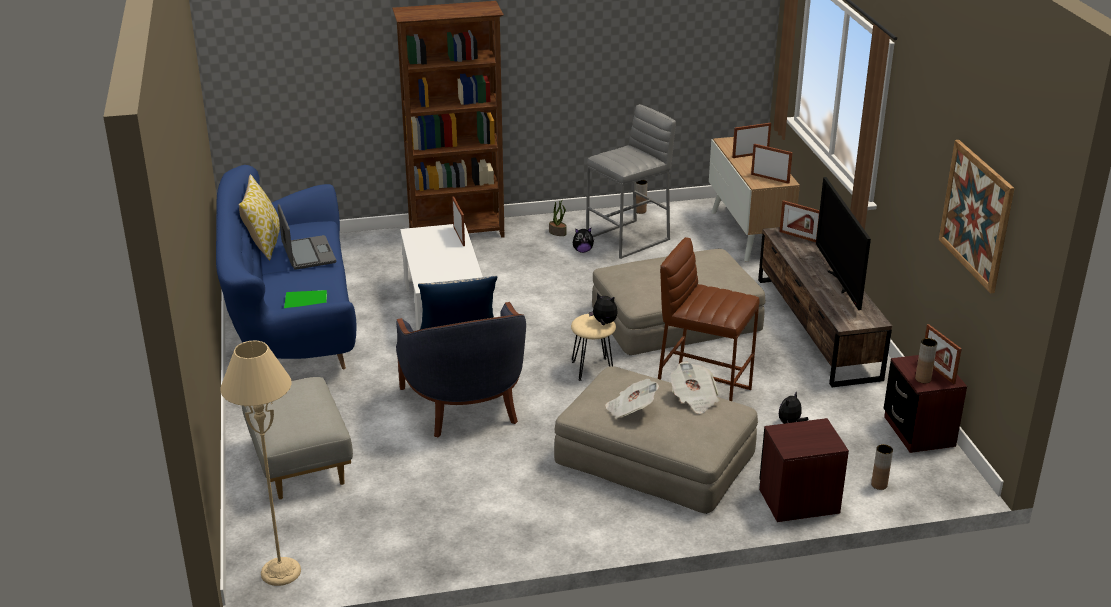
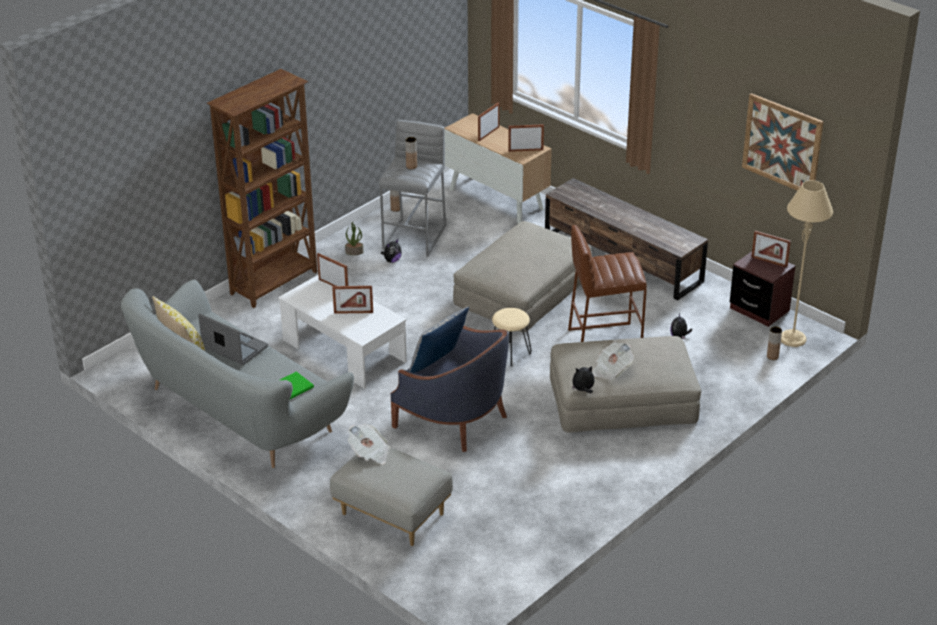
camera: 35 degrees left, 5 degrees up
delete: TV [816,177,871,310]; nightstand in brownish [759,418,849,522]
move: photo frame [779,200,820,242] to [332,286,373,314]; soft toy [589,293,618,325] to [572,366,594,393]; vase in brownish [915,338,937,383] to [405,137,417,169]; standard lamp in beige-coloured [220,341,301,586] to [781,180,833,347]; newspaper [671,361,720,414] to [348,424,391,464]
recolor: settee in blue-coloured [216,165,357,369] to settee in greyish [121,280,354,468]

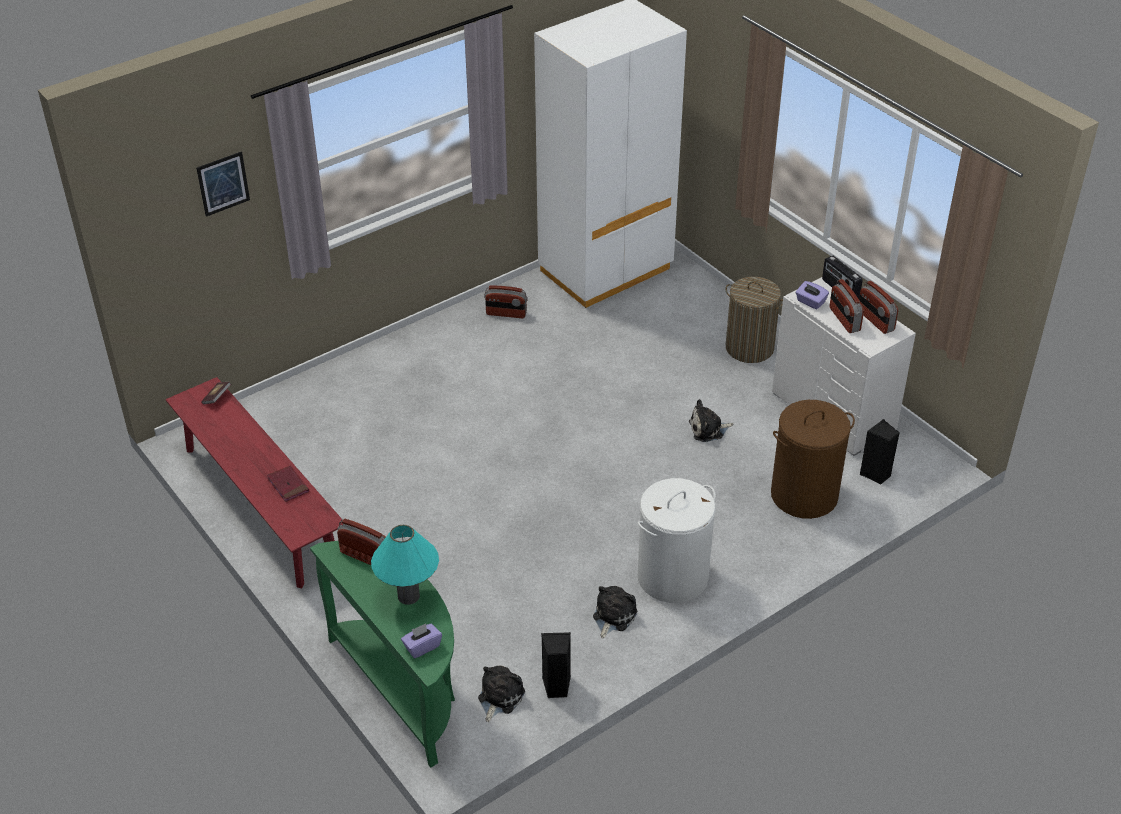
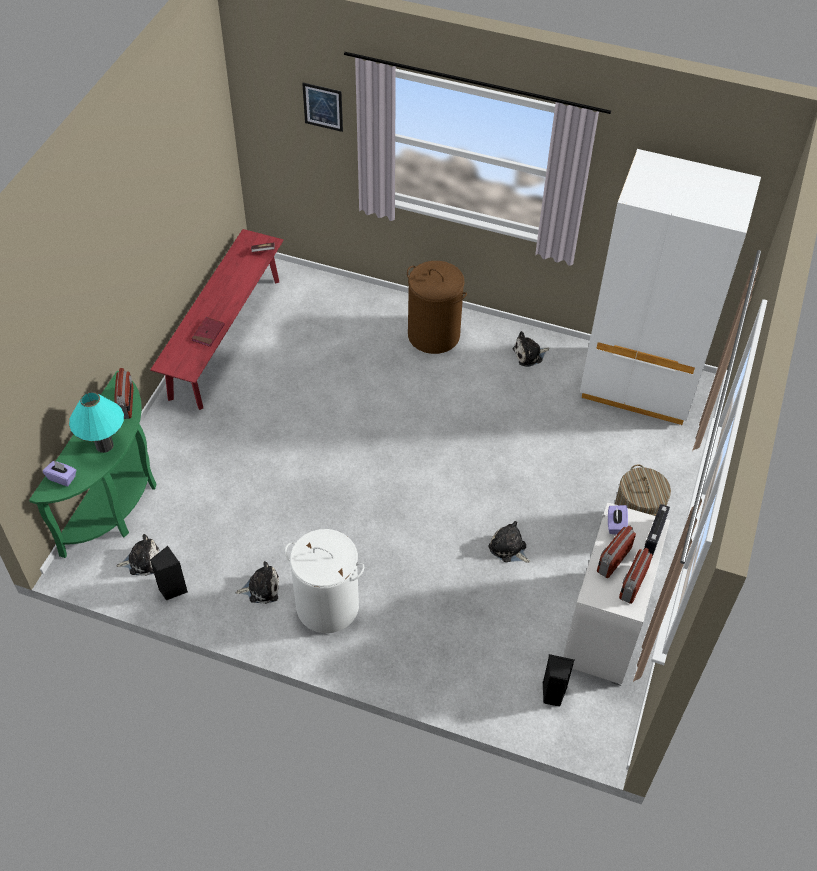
camera: 55 degrees right, 10 degrees up
move: laundry basket in brownish [771,400,855,519] to [407,261,467,354]
replace: radio [484,286,528,319] to soft toy [513,331,549,367]

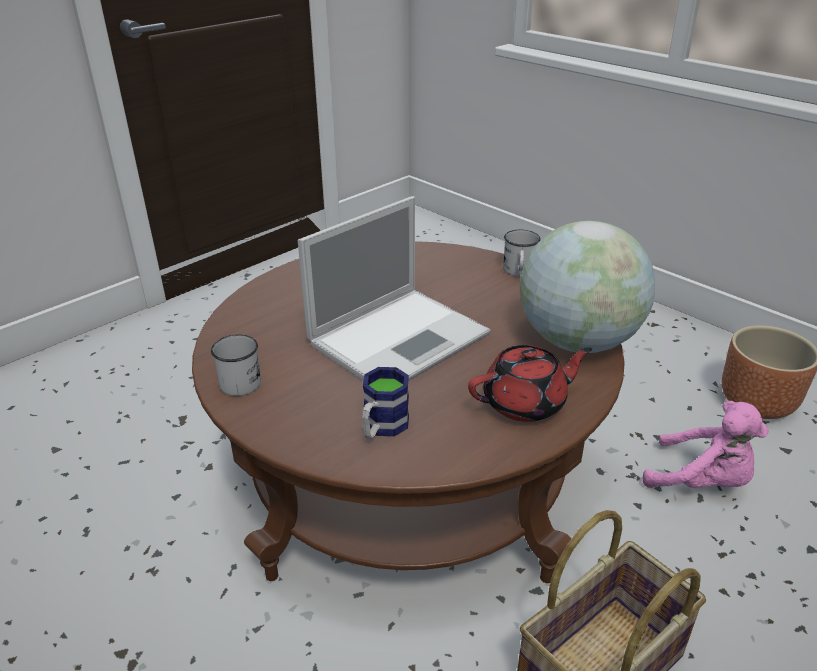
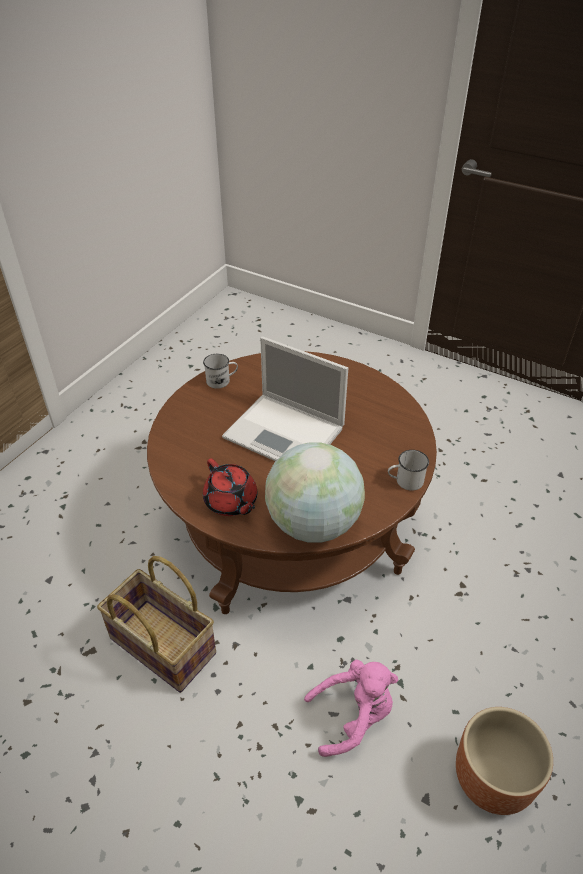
camera: 75 degrees right, 10 degrees up
delete: mug [362,367,409,439]
rotate: soft toy in pink-coloured [643,401,769,488] = [304,660,398,757] 120 degrees counterclockwise

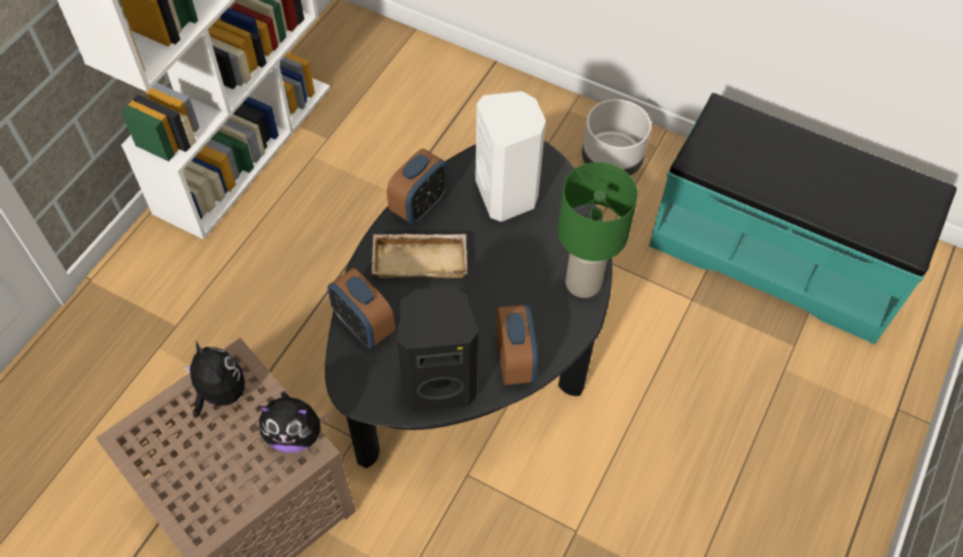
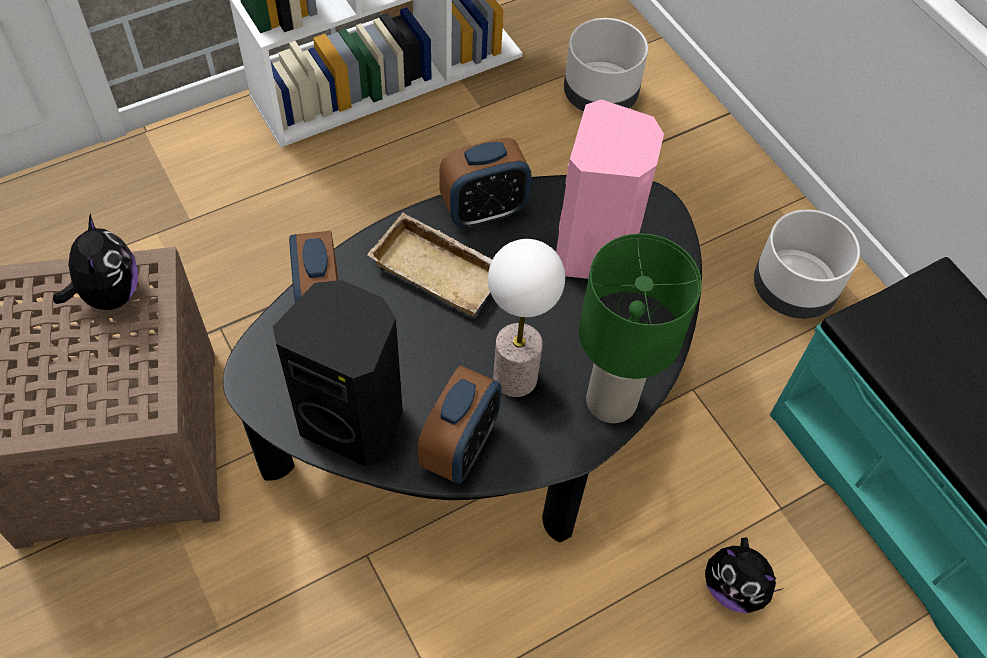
camera: 30 degrees right, 0 degrees up
insert: flower pot in greyish [564,18,648,112]; table lamp [488,239,565,397]
move: soft toy [259,391,328,453] to [705,538,784,613]
recolor: speaker in whitish [475,91,546,222] to speaker in pink-coloured [556,99,664,279]

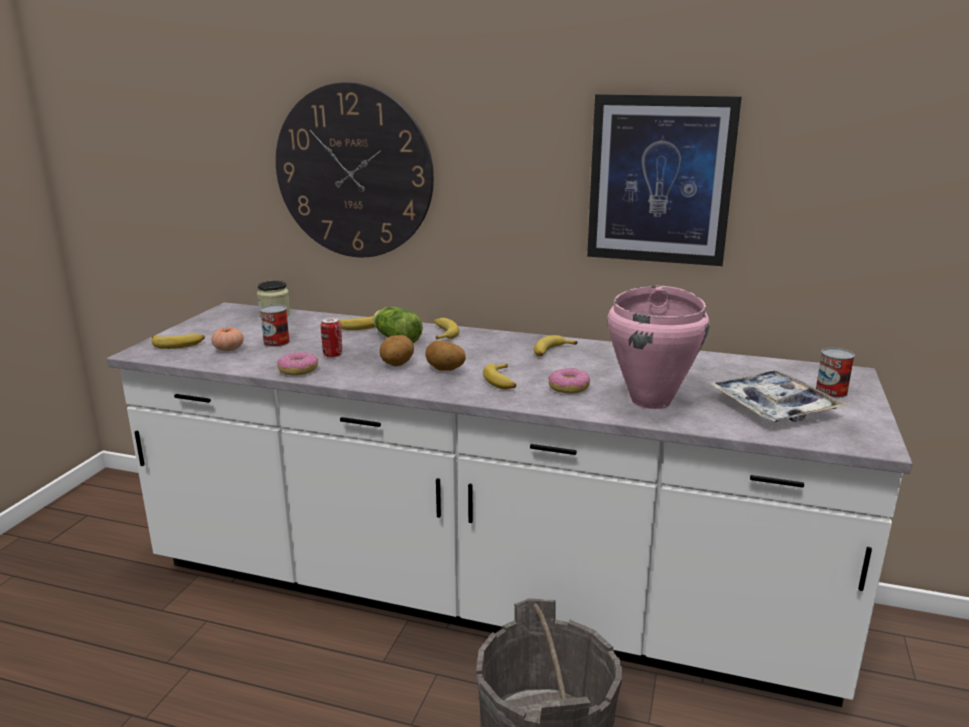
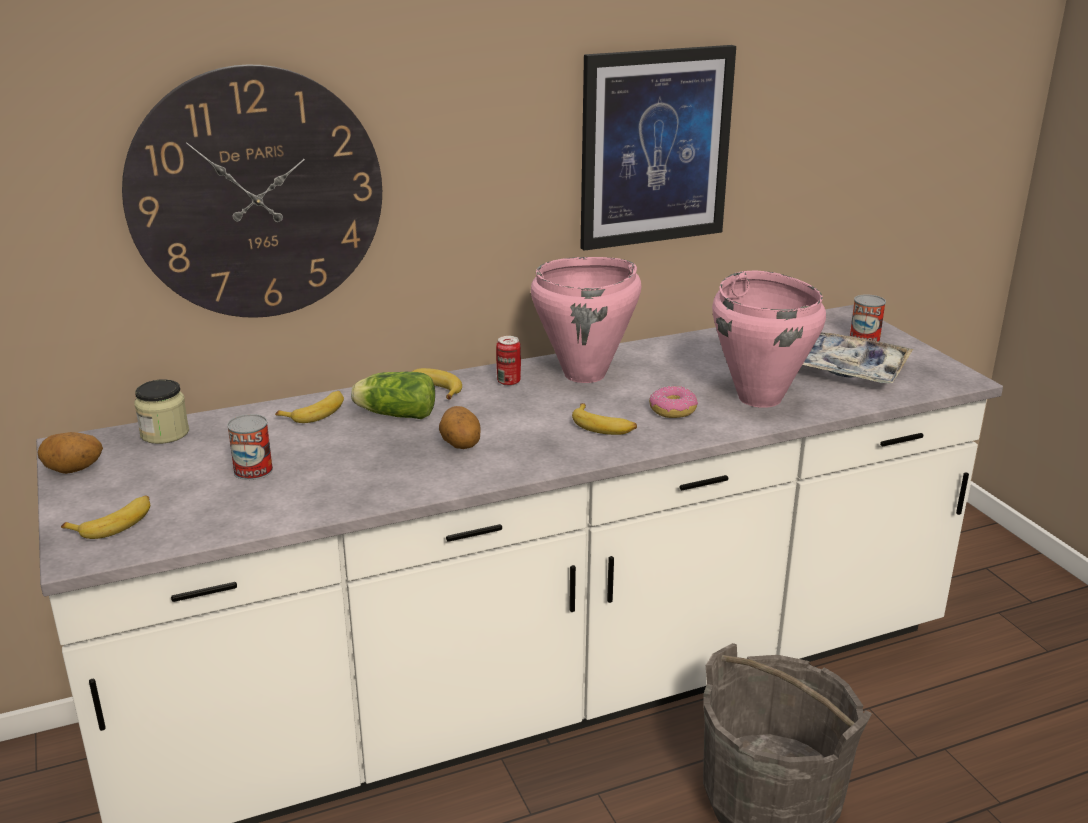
camera: 40 degrees left, 5 degrees up
delete: whole tomato [211,327,244,351]; donut [277,352,318,376]
move: can [321,317,342,358] to [496,336,521,386]; whole potato [426,341,466,371] to [37,432,103,474]
replace: whole banana [534,335,578,356] to cooking pot in pink-coloured [531,257,641,383]

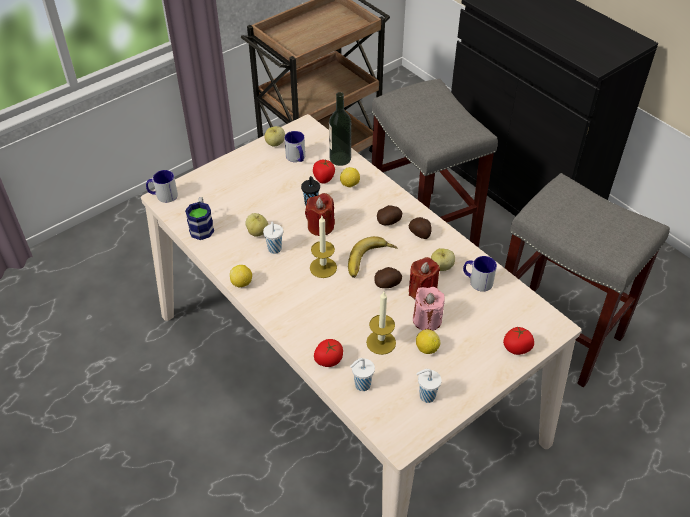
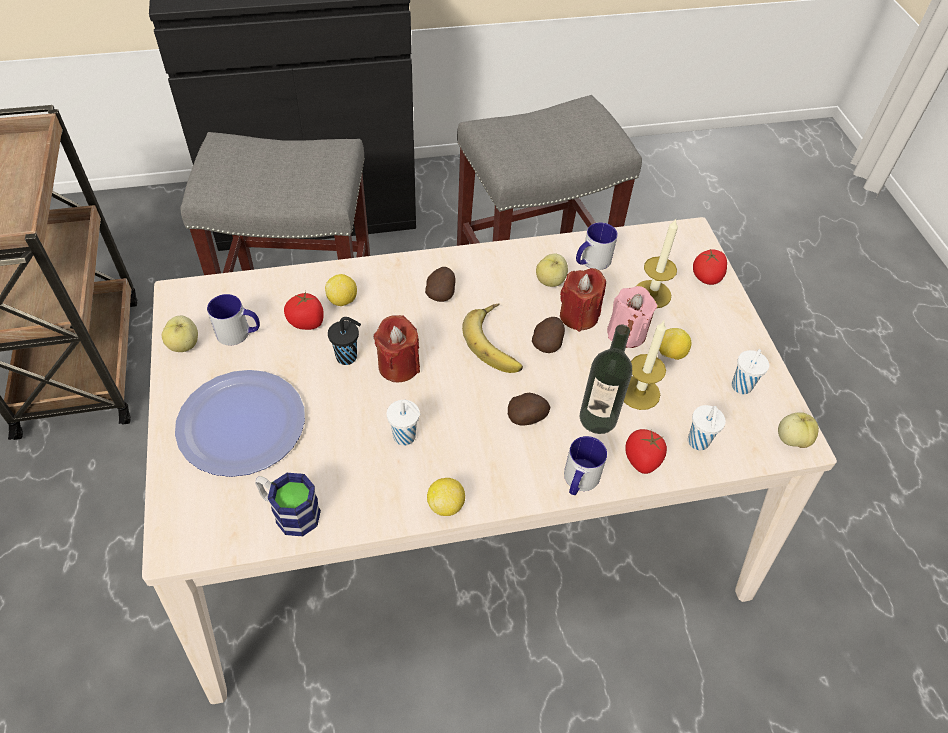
camera: 65 degrees left, 5 degrees up
insert: dinner plate [175,370,305,477]
move: beverage bottle [329,92,351,166] to [580,325,632,434]; mug [146,170,178,203] to [564,436,607,495]; apple [245,213,268,237] to [778,412,819,448]; wax candle [310,216,337,278] to [637,219,678,308]; whole potato [409,217,432,239] to [508,393,550,426]

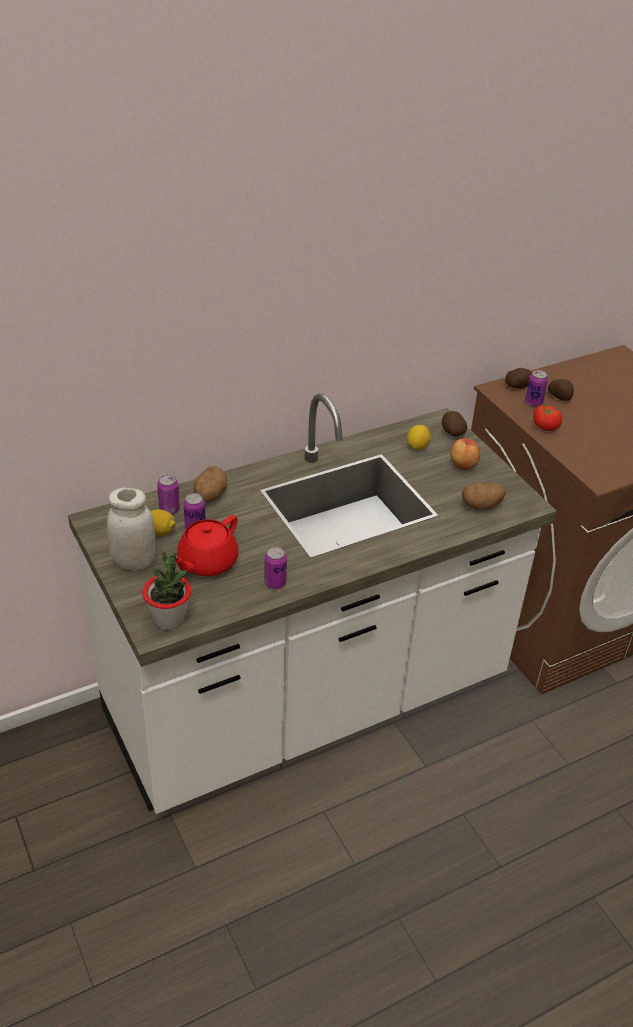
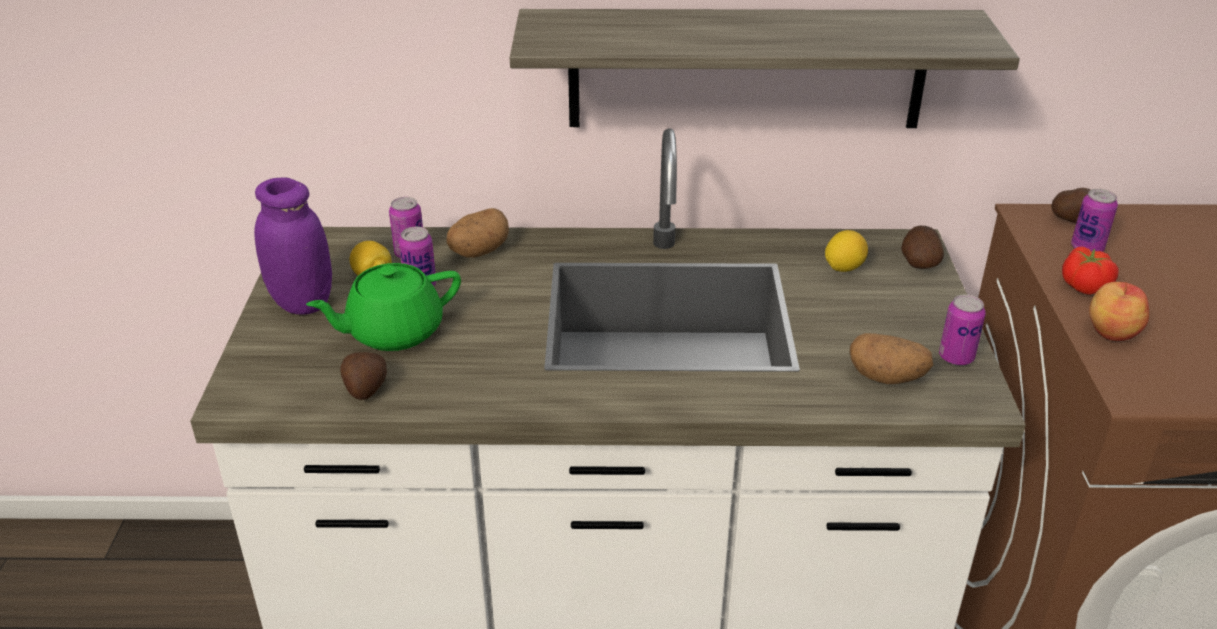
camera: 30 degrees right, 5 degrees down
delete: houseplant [142,551,191,630]
insert: bracket shelf [510,9,1020,128]
move: whole potato [548,379,574,401] to [340,352,387,400]; apple [450,438,480,470] to [1089,282,1149,341]; can [264,546,287,589] to [939,294,986,366]
recolor: storage jar in whitish [107,487,155,571] to storage jar in purple-coloured [254,177,332,315]; pot for tea in red-coloured [176,515,238,576] to pot for tea in green-coloured [306,263,461,351]

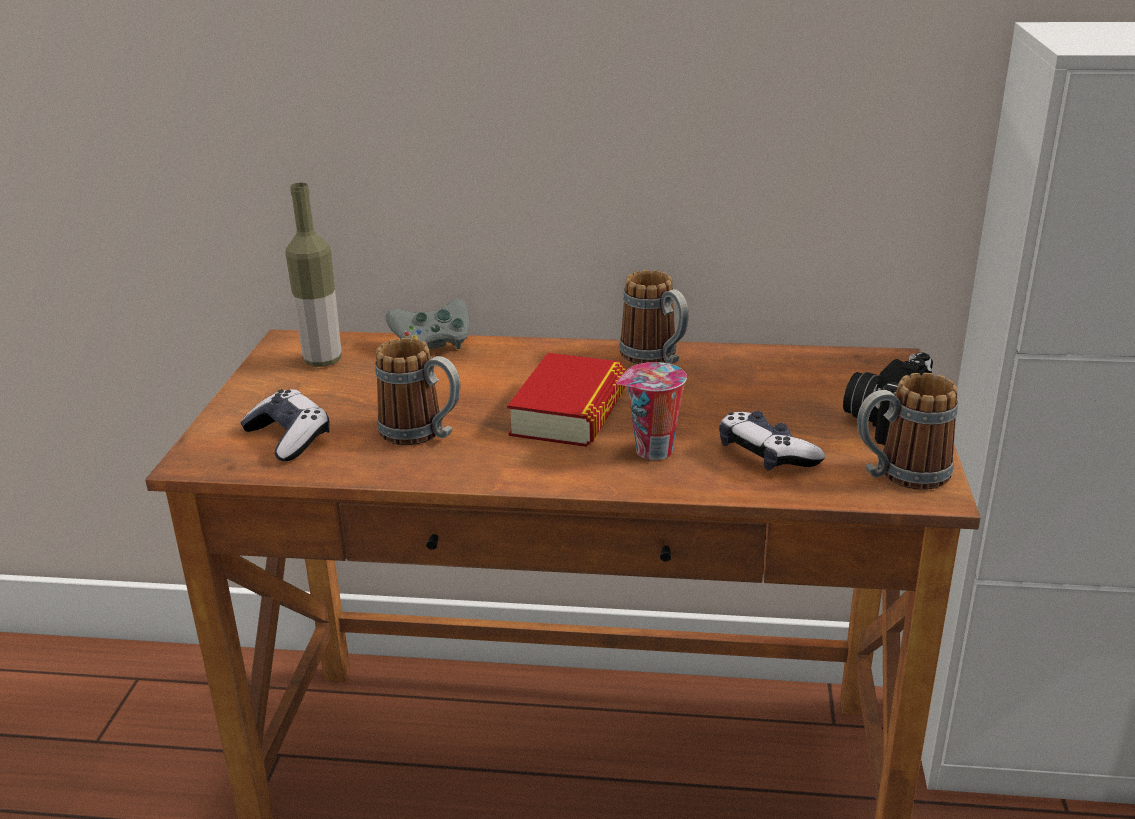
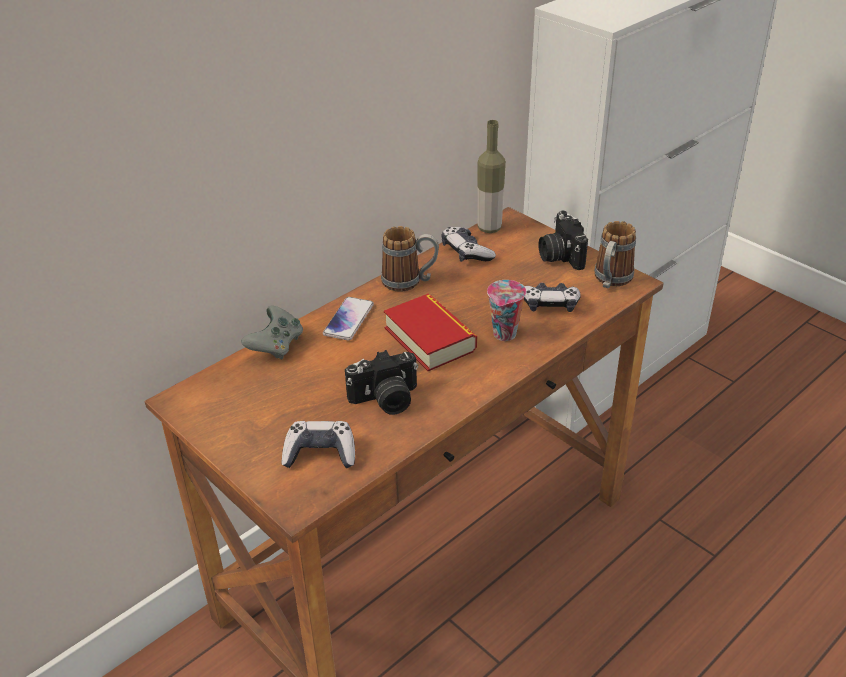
camera: 50 degrees left, 10 degrees up
insert: joypad [442,227,496,262]; telephone [323,297,374,341]
move: beverage bottle [285,183,342,367] to [477,120,506,233]
replace: mug [375,338,460,445] to photo camera [345,350,418,415]

